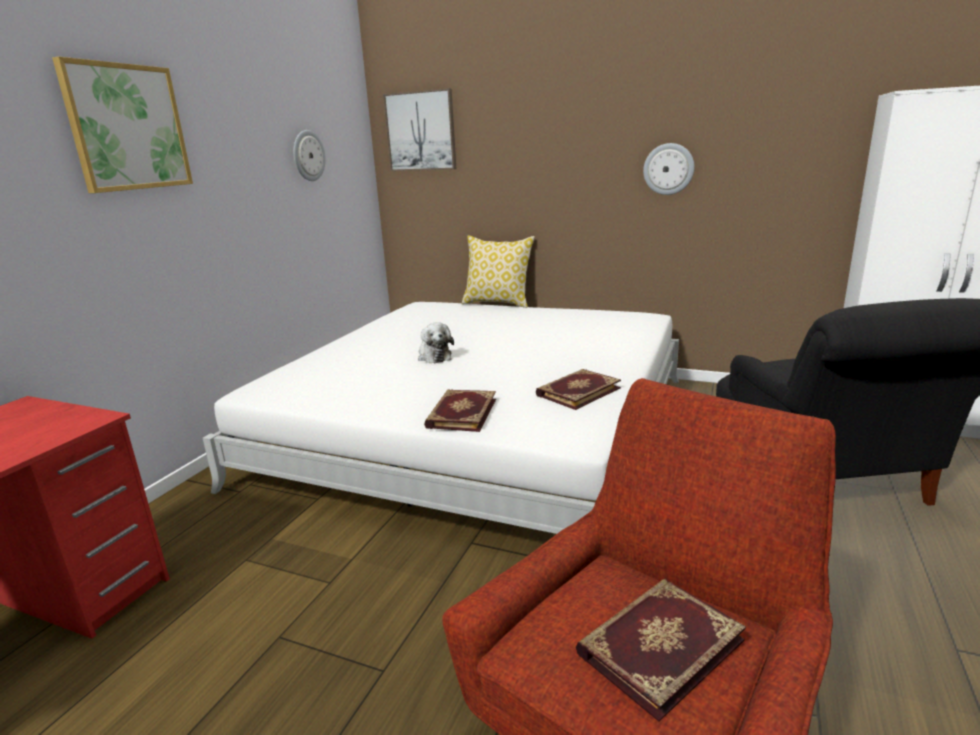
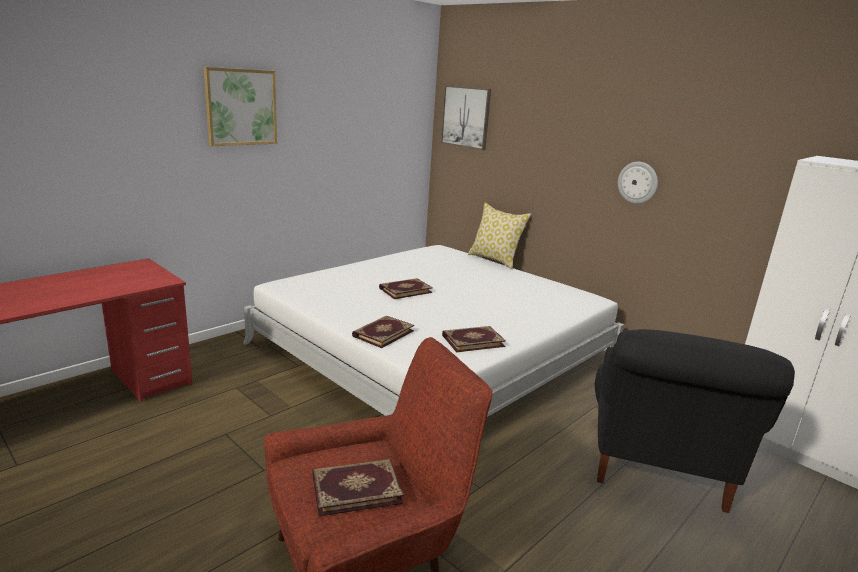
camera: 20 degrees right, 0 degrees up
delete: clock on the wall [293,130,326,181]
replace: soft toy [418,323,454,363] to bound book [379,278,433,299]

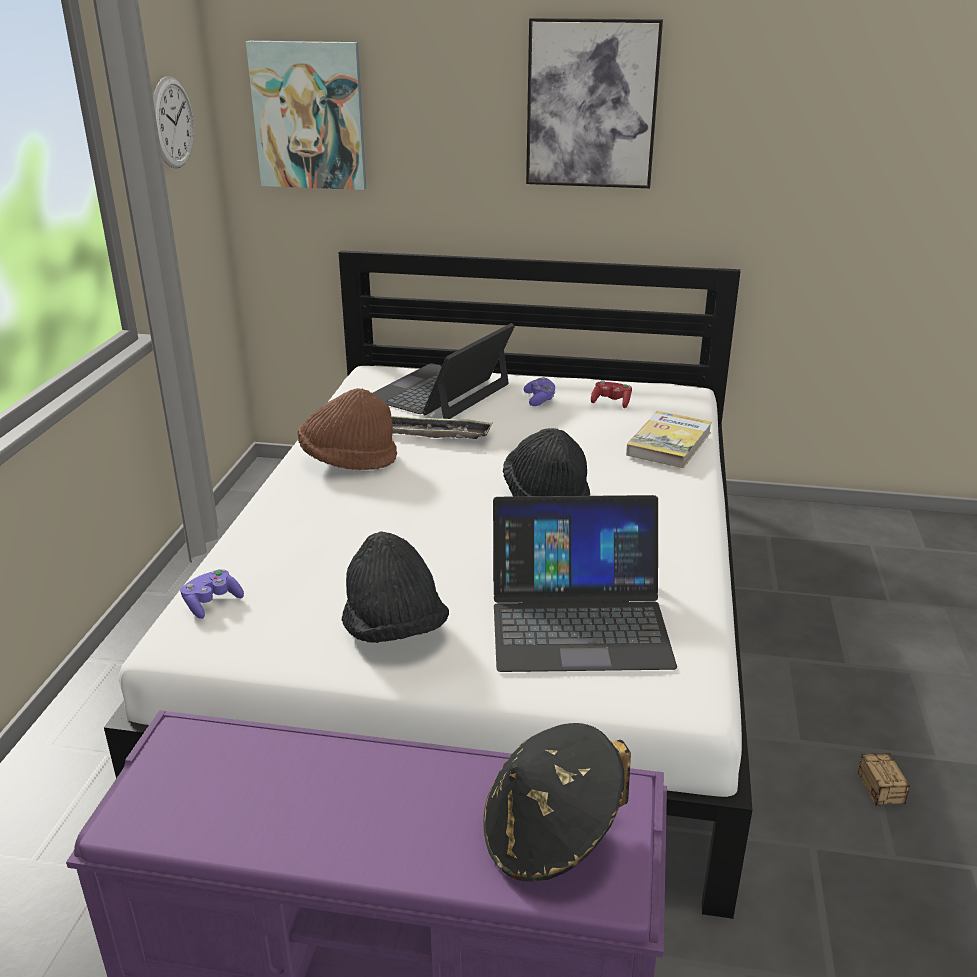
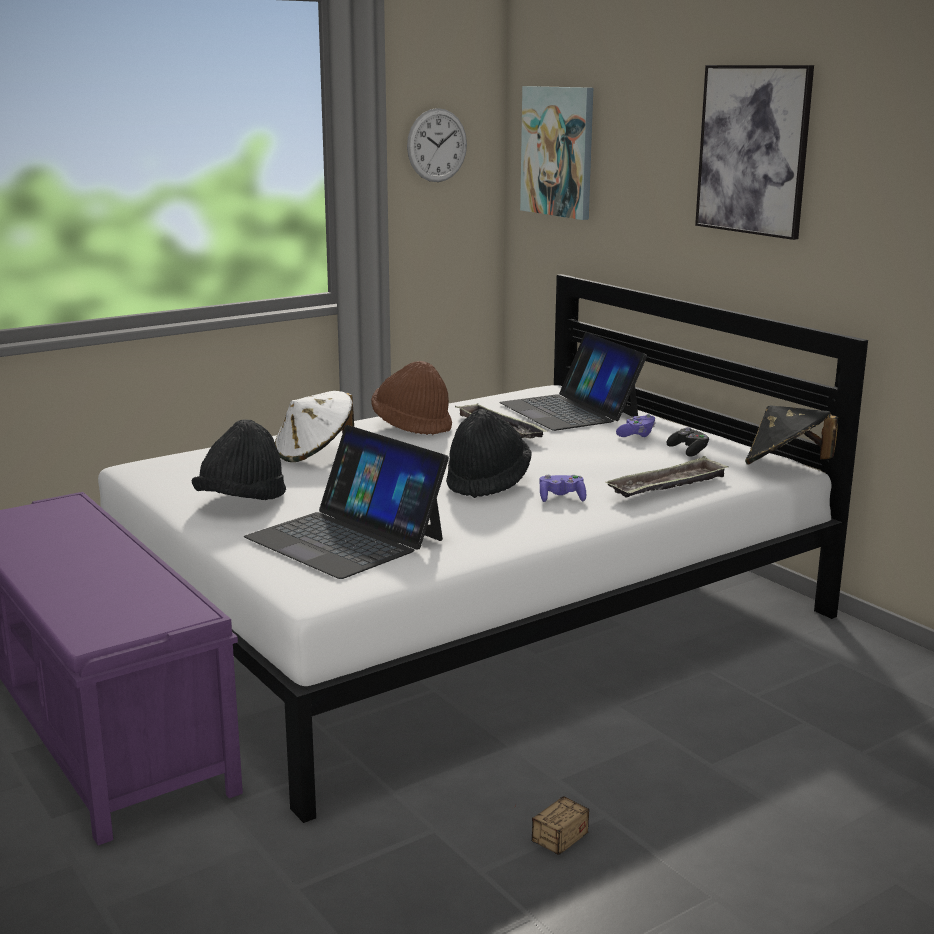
camera: 45 degrees right, 10 degrees down
insert: hat in whitish [275,391,354,462]
move: joypad in purple-coloured [180,569,244,619] to [539,475,586,502]; hat in blackish [483,723,631,882] to [745,405,838,465]
replace: bound book [626,411,712,468] to carrying tray [606,456,729,498]
recolor: joypad in red-coloured [591,381,632,408] to joypad in blackish [666,427,710,457]
rotate: laptop [373,323,515,419] = [499,332,647,431] 105 degrees counterclockwise

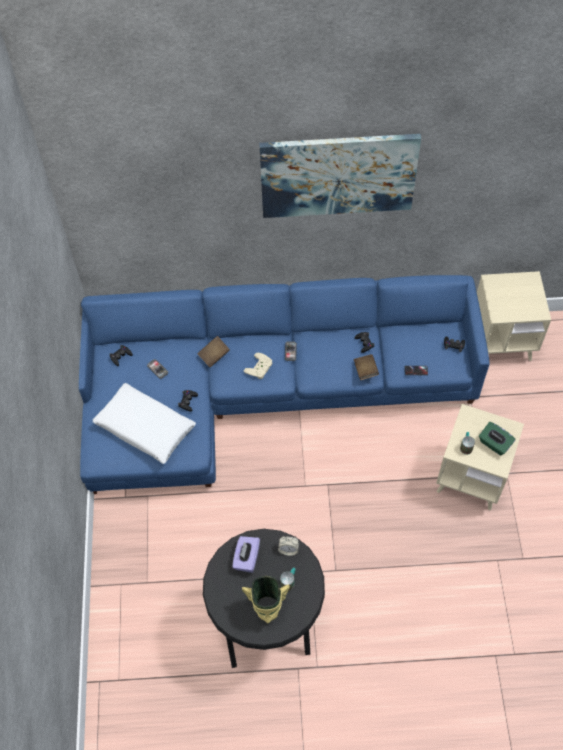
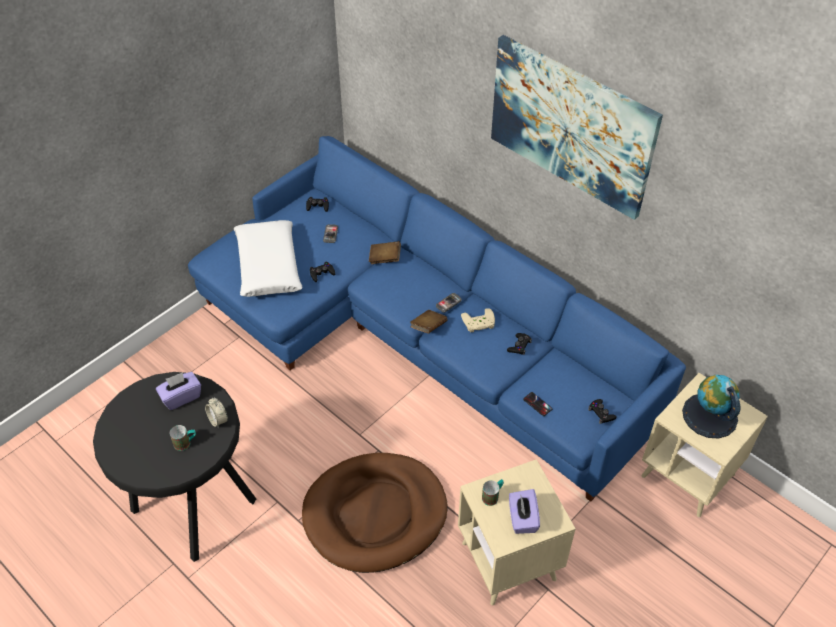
camera: 45 degrees right, 10 degrees down
delete: vase [242,576,290,623]
insert: desk globe [682,375,740,439]; dog bed in brownish [302,453,448,573]
move: joypad in beige-coloured [243,353,272,379] to [461,308,495,333]; bound book in brownish [354,354,379,380] to [410,310,447,334]
recolor: tissue holder in green-coloured [479,422,515,455] to tissue holder in purple-coloured [509,489,540,534]

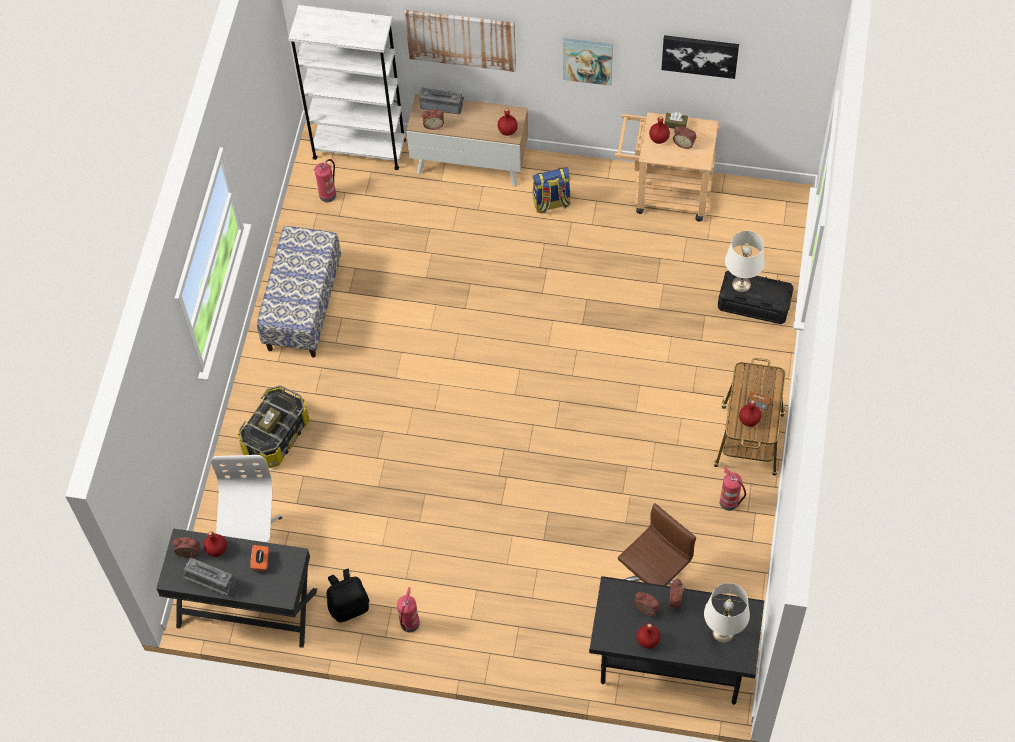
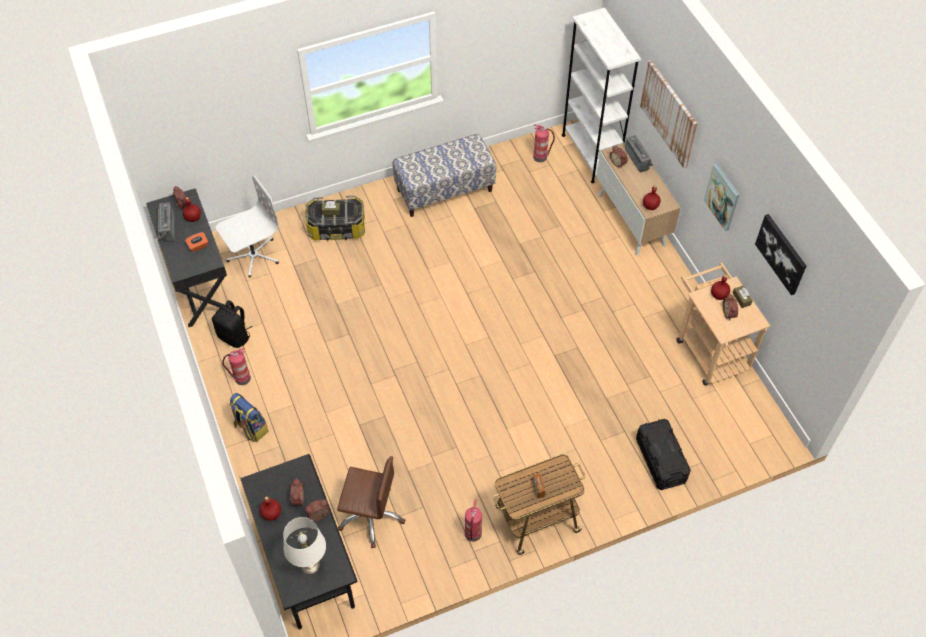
camera: 55 degrees right, 5 degrees down
delete: table lamp in whitish [725,231,765,292]; beverage bottle in red-coloured [739,400,762,427]
move: knapsack [533,167,571,213] to [229,393,268,442]

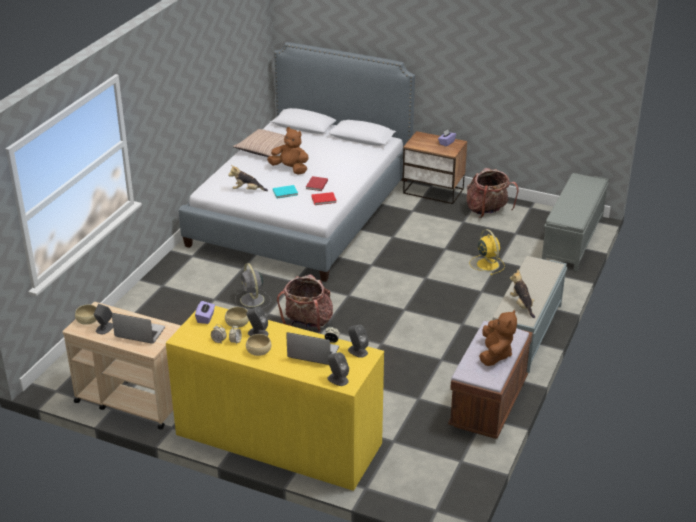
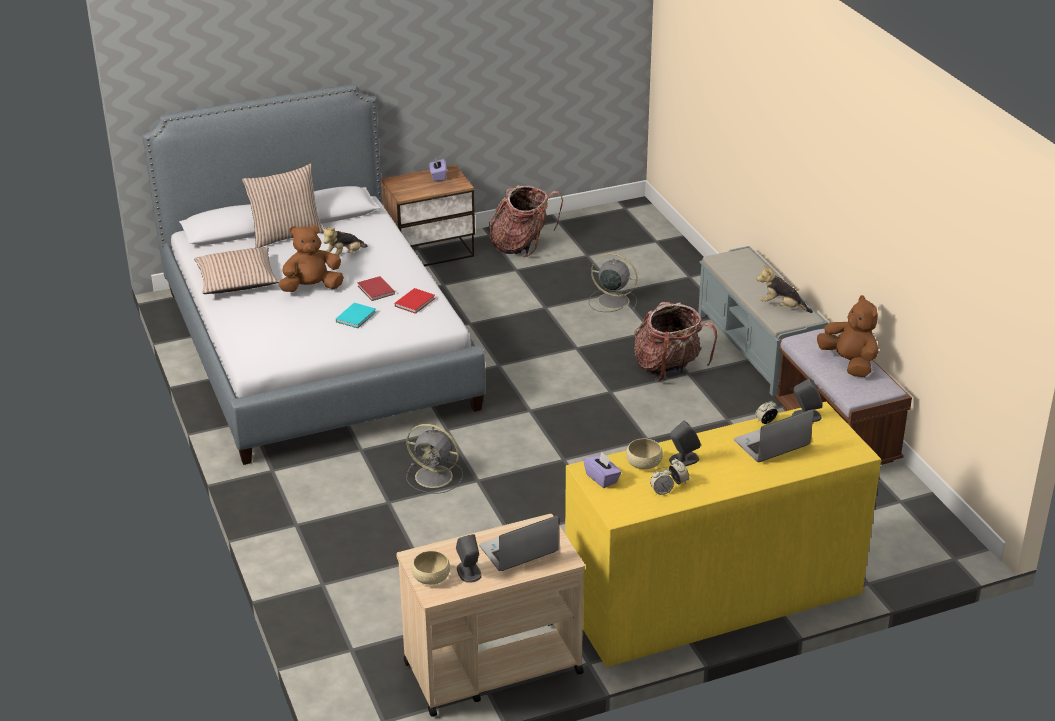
camera: 45 degrees left, 0 degrees up
delete: indoor bench in greyish [542,173,609,271]; deep dish in beige-coloured [246,334,272,356]; speaker in greyish [327,352,349,386]
insert: pillow [242,164,324,248]
move: soft toy [228,165,268,191] to [322,227,368,255]; knapsack [277,274,333,332] to [634,302,717,381]
recolor: cooling fan in yellow-coloured [469,229,505,275] to cooling fan in greyish [589,253,637,312]

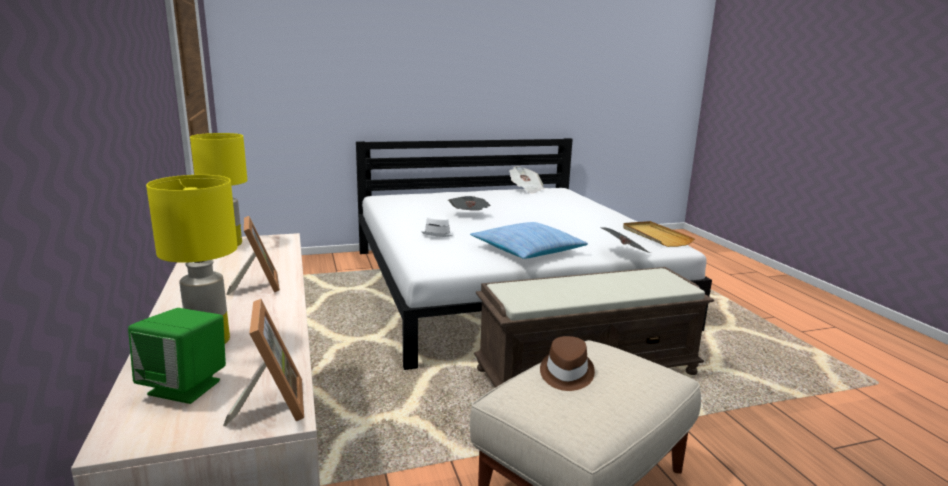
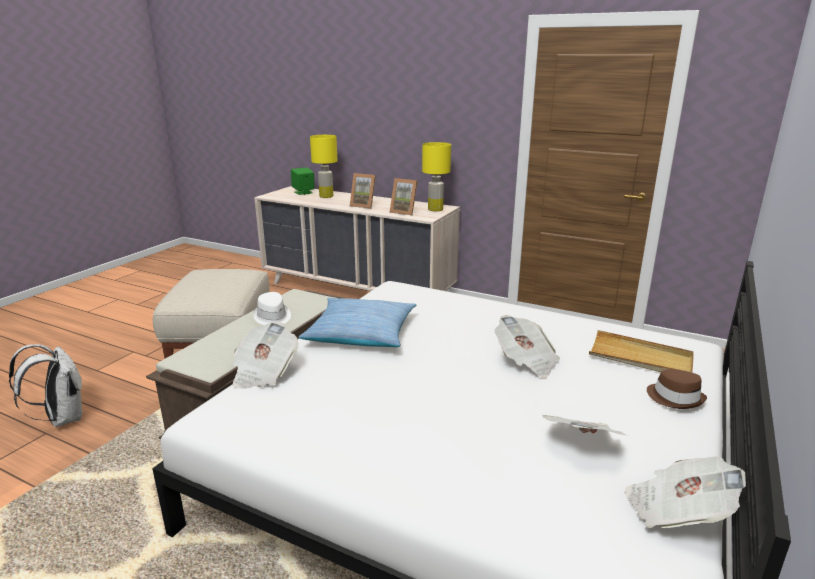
camera: 135 degrees right, 5 degrees up
insert: knapsack in whitish [9,344,82,427]; newspaper [542,415,628,436]
move: hat in whitish [422,216,454,237] to [253,292,291,325]; carrying tray in beige-coloured [623,221,695,247] to [589,330,694,373]; photo frame [223,299,304,426] to [390,178,418,216]; hat in brownish [540,336,595,391] to [647,369,707,409]

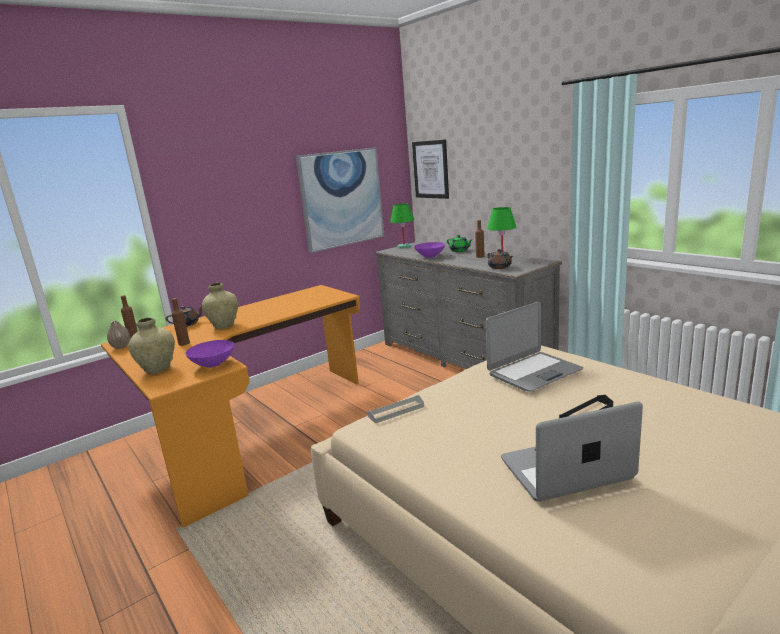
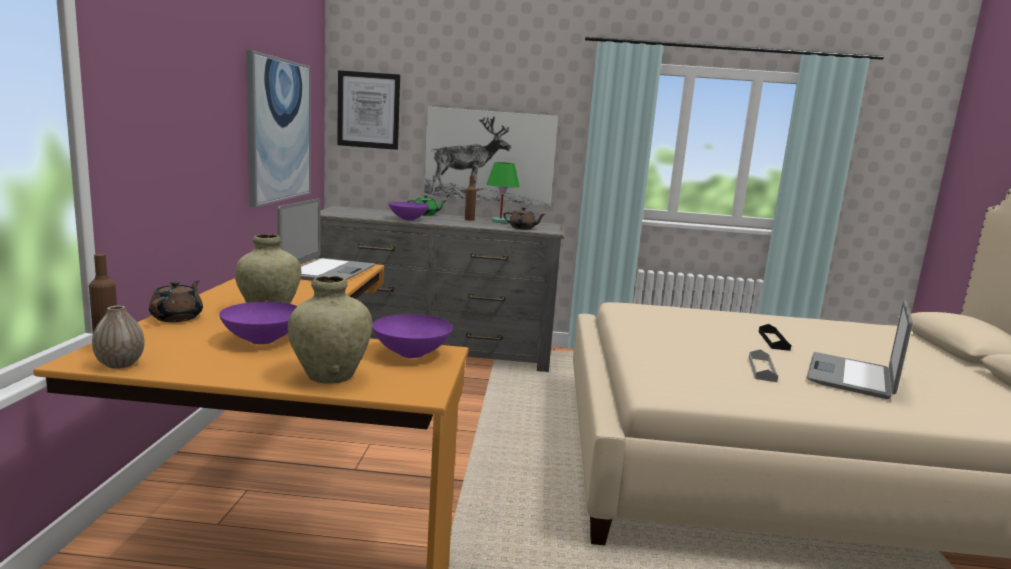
camera: 50 degrees left, 5 degrees down
delete: table lamp in green-coloured [390,203,414,249]
insert: picture [424,107,558,206]
move: laptop [486,302,583,392] to [277,198,375,281]; carrying tray in greyish [367,395,424,424] to [749,349,778,382]
replace: beverage bottle in brownish [172,298,190,346] to deep dish in purple-coloured [219,302,297,344]

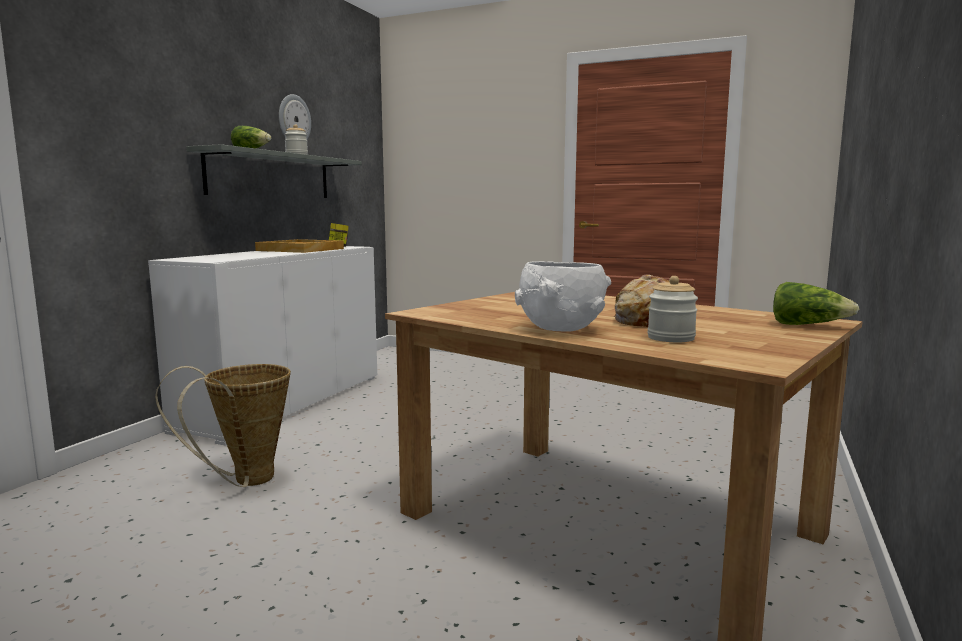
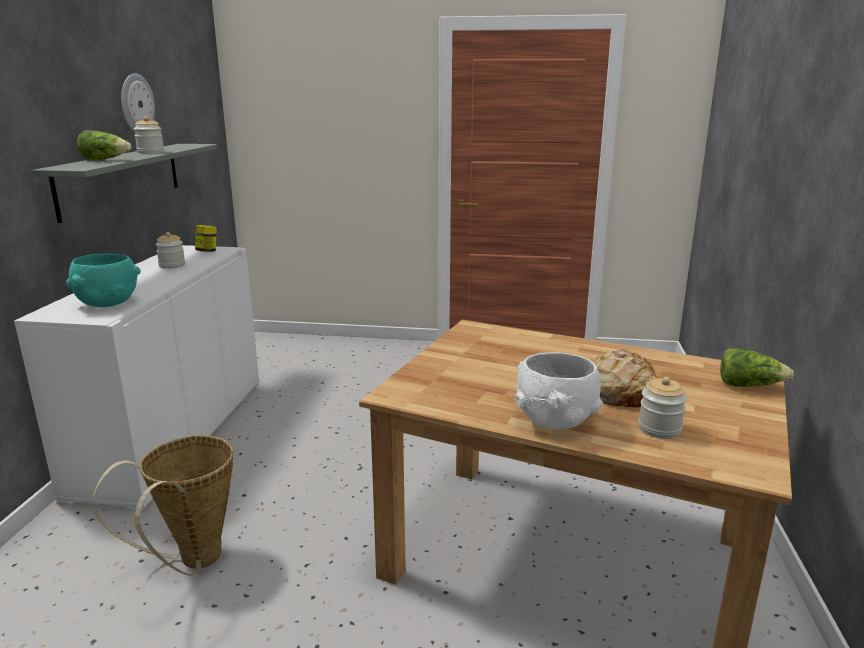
camera: 15 degrees left, 10 degrees up
insert: deep dish in blue-green [66,254,141,307]
replace: carrying tray in beige-coloured [255,239,344,253] to storage jar [156,232,185,269]

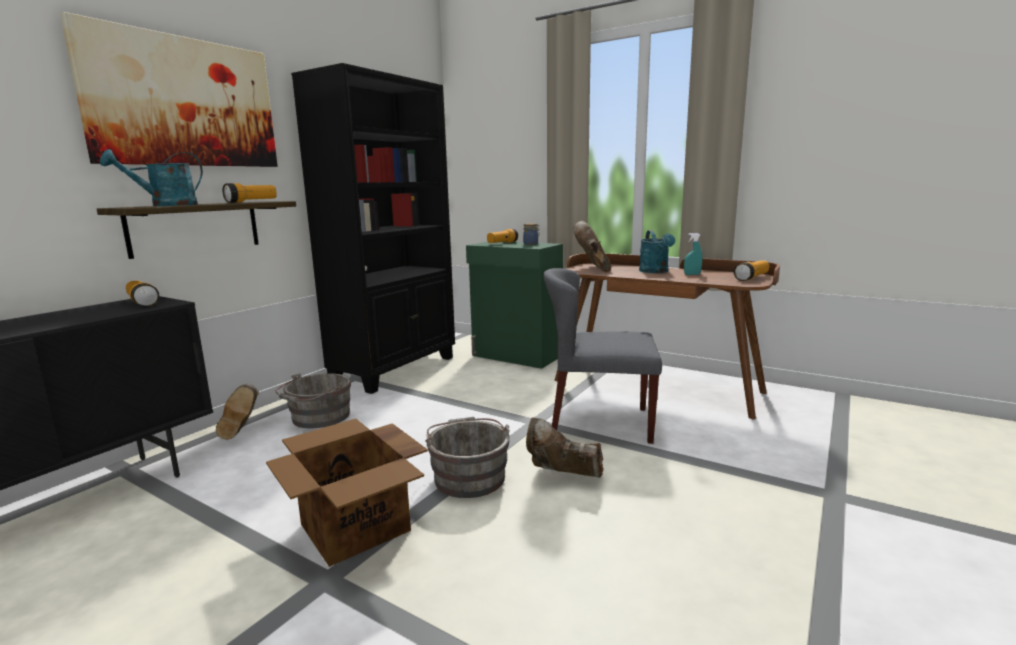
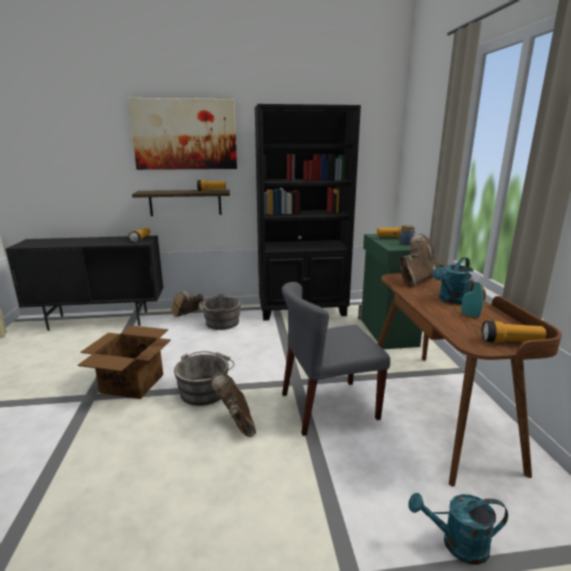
camera: 50 degrees right, 5 degrees up
move: sprinkling can in blue-green [100,149,203,206] to [408,493,508,565]
rotate: chair in greyish [543,268,662,444] = [282,282,390,436] 75 degrees counterclockwise

